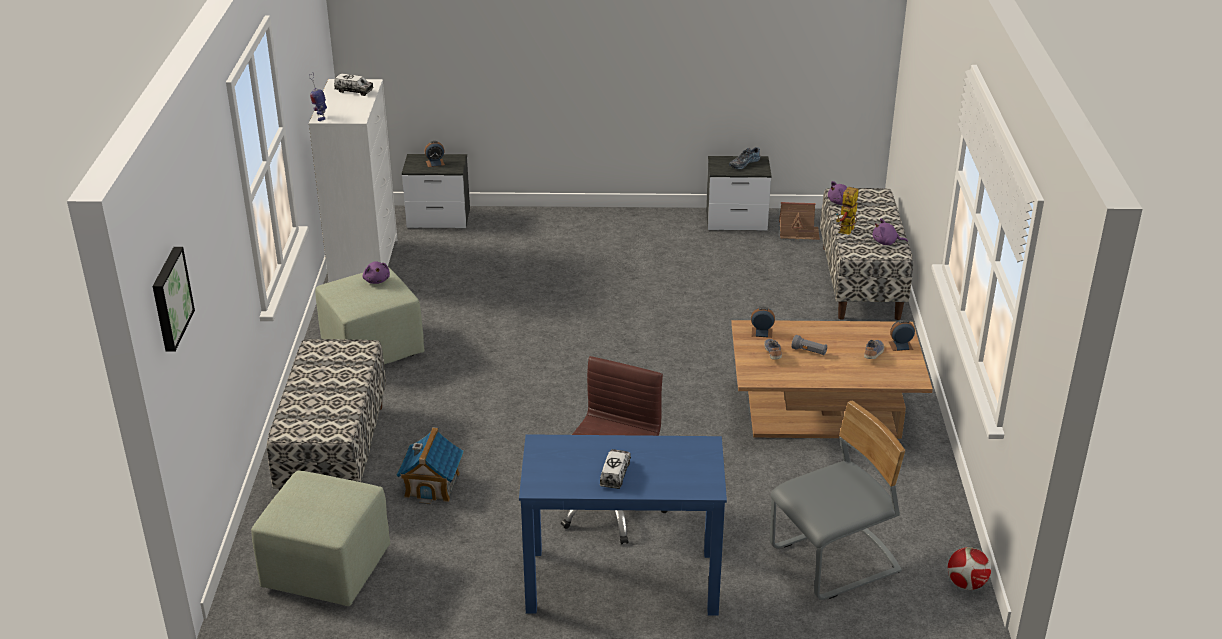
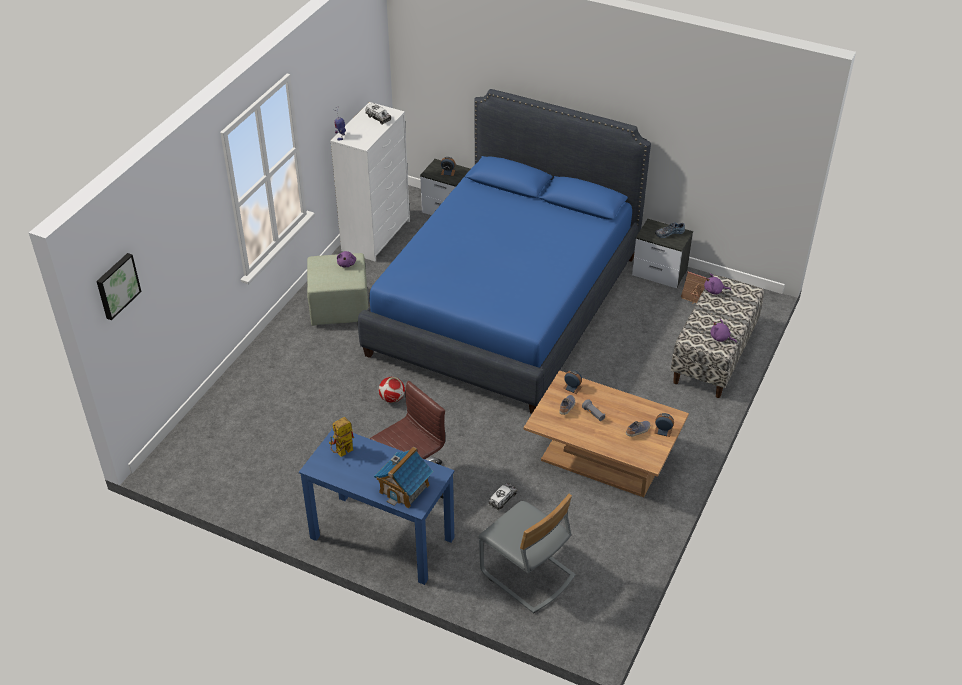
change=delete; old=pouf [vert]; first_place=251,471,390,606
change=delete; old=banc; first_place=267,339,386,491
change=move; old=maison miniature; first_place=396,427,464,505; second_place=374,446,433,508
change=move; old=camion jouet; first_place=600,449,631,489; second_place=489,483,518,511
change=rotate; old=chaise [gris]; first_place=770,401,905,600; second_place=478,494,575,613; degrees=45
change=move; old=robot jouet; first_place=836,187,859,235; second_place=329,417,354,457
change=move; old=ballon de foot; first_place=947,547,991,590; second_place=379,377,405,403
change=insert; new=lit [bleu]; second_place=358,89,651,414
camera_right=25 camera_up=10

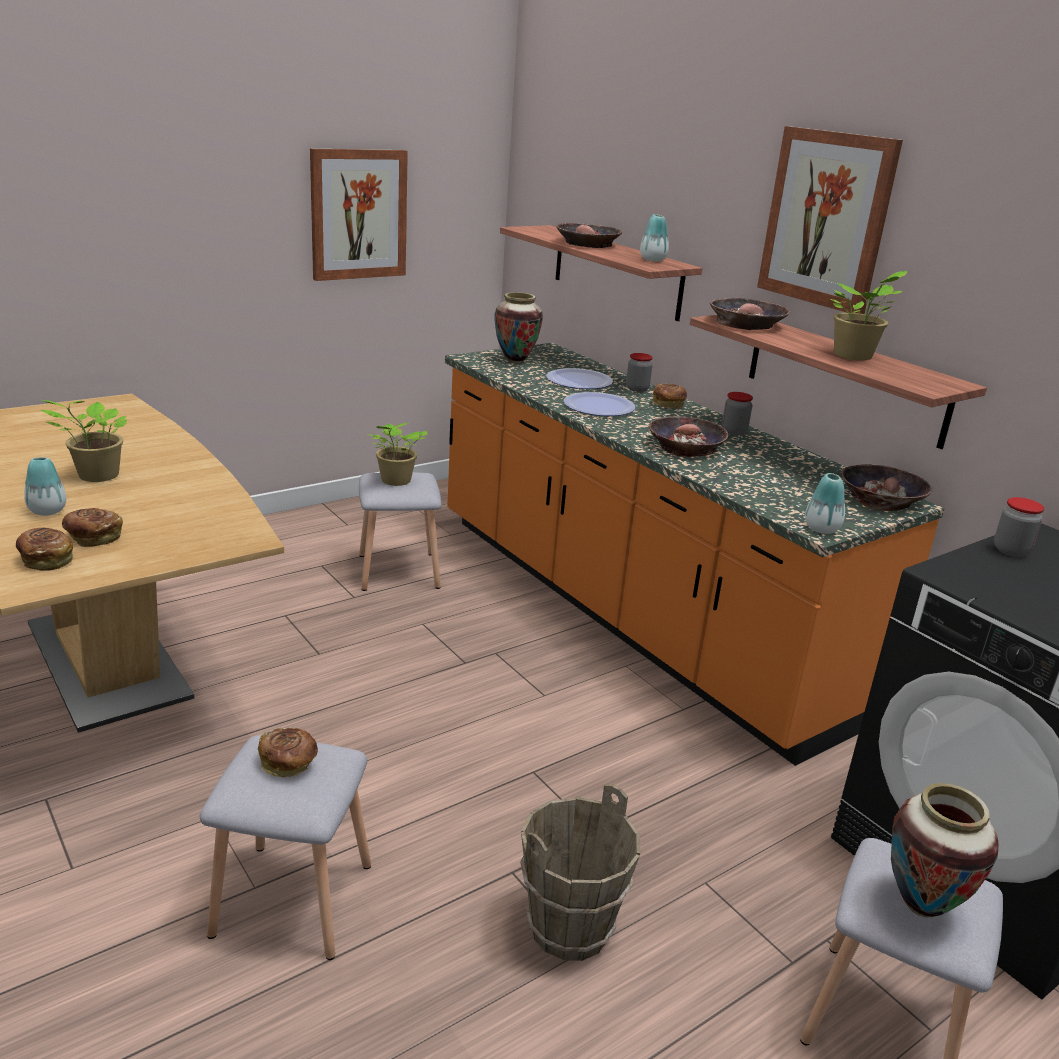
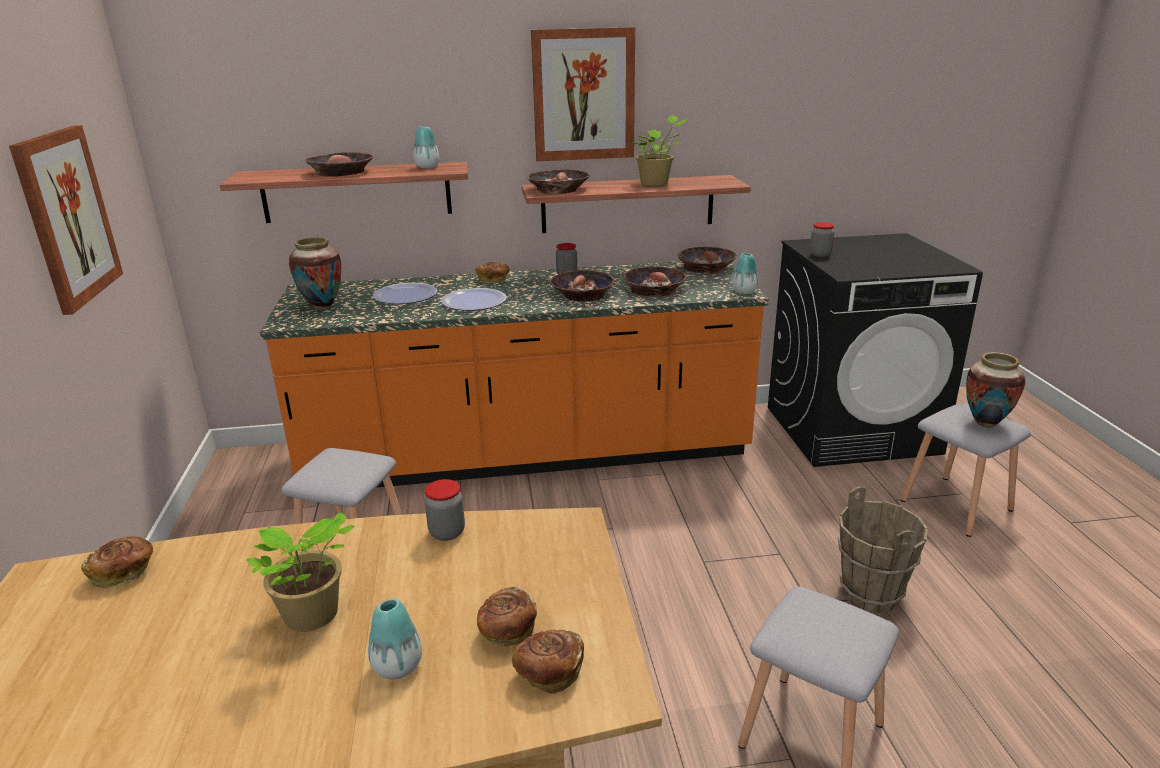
change=move; old=pain; first_place=258,727,318,778; second_place=81,536,153,589
change=delete; old=plante en pot; first_place=367,423,427,486
change=move; old=bocal; first_place=626,353,653,392; second_place=425,479,465,541
change=insert; new=bol; second_place=623,266,687,297
camera_right=-60 camera_up=0

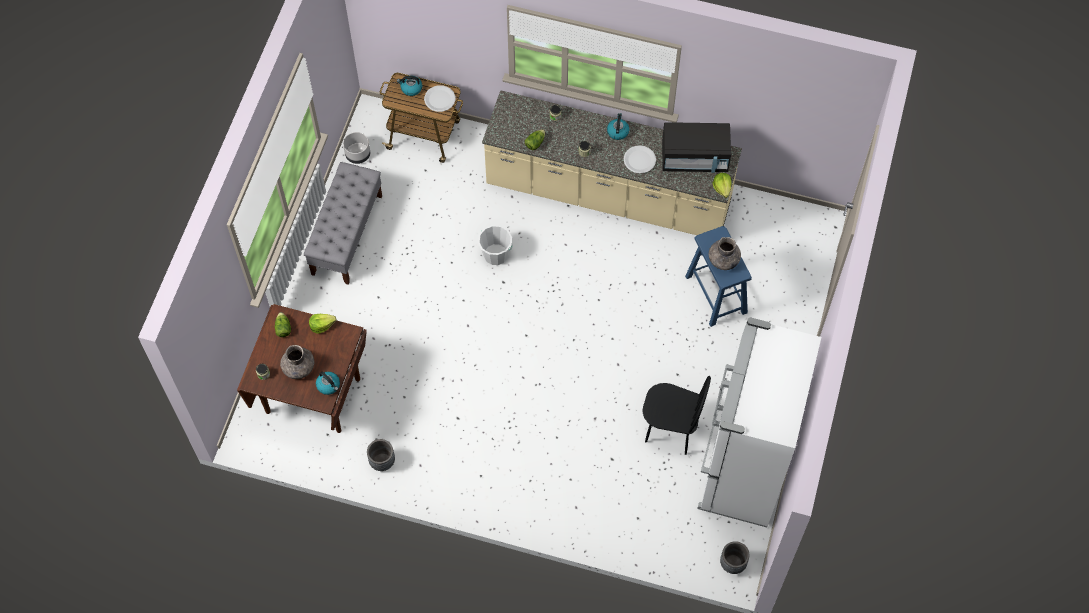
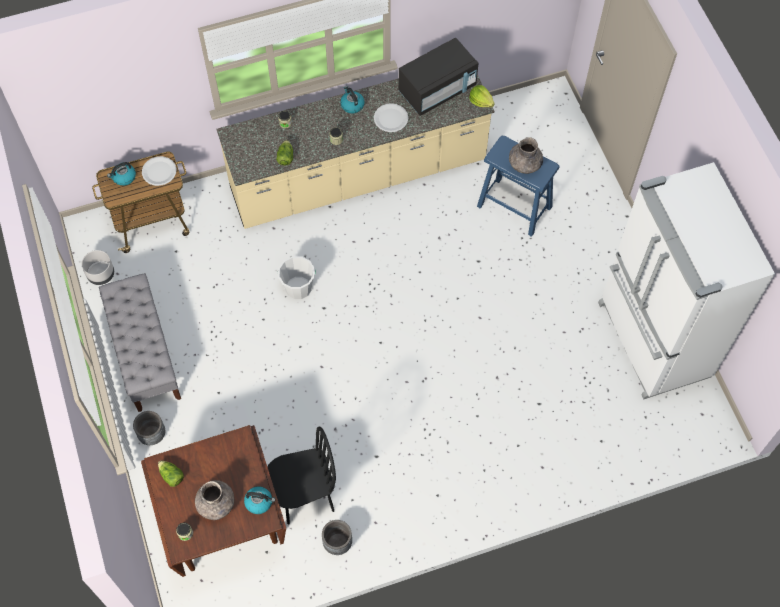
change=delete; old=laitue; first_place=309,314,336,334
change=move; old=chaise [noir]; first_place=642,376,711,455; second_place=267,426,336,525
change=move; old=cache-pot [gris]; first_place=720,541,750,574; second_place=133,411,165,445
camera_right=-35 camera_up=0

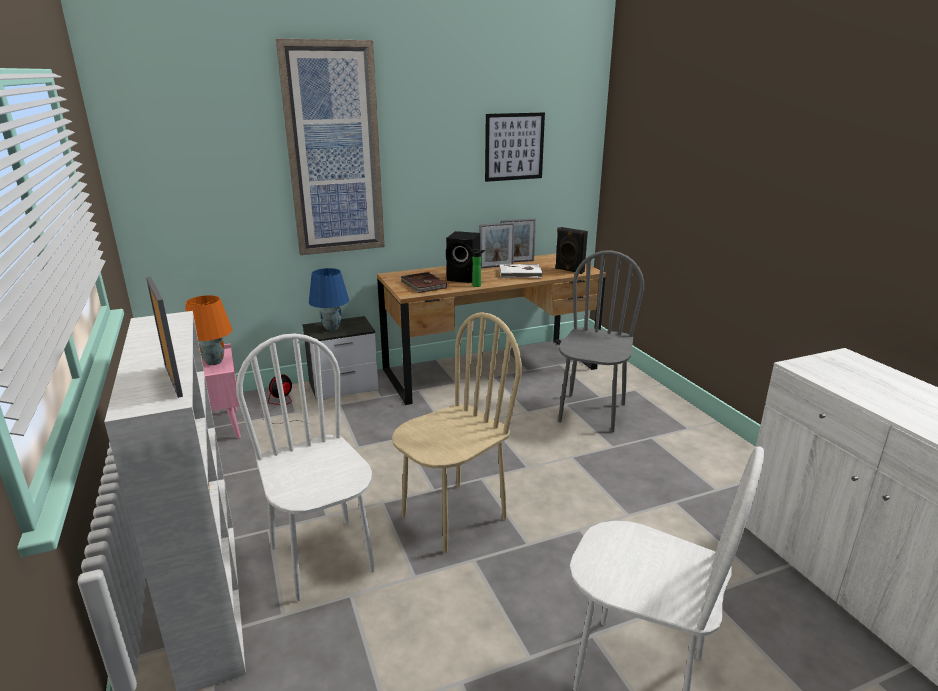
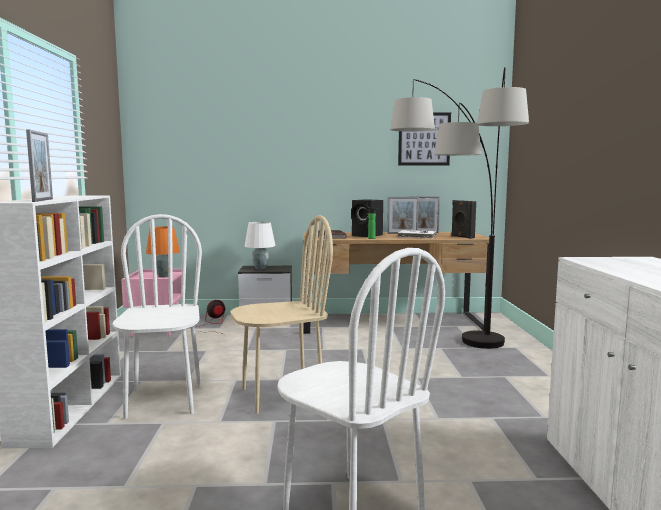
change=delete; old=tableau; first_place=276,38,385,255
change=recolor; old=lampe de table [bleu]; new=lampe de table [blanc]; first_place=309,268,349,331; second_place=245,222,276,269
change=replace; old=chaise [gris]; new=lampadaire; first_place=558,251,644,432; second_place=390,68,529,349
camera_right=20 camera_up=-15

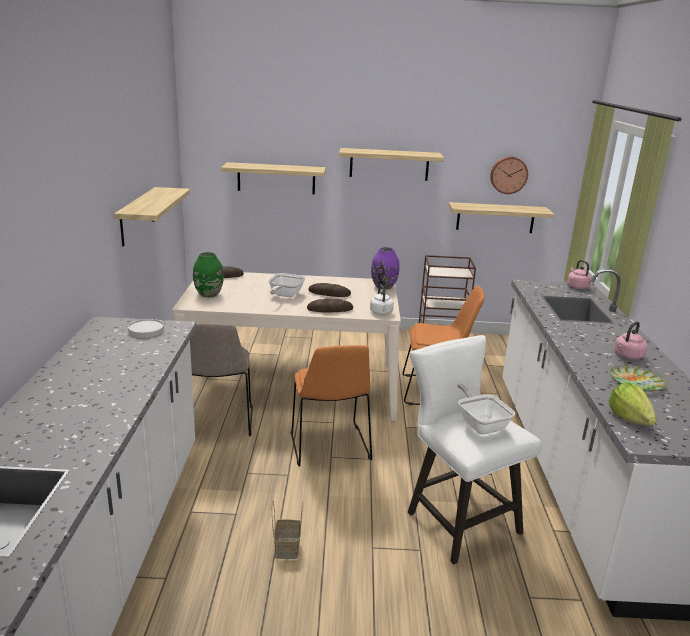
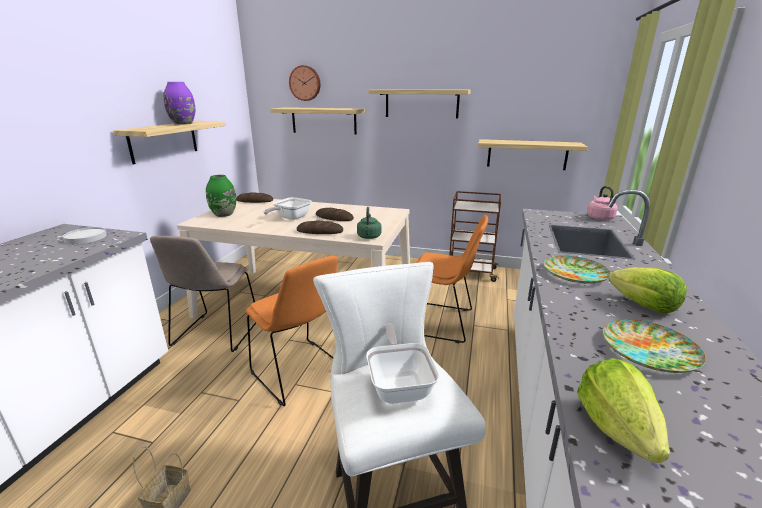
change=rotate; old=chaise [orange]; first_place=291,345,372,467; second_place=246,255,337,406; degrees=-45
change=recolor; old=bouilloire [blanc]; new=bouilloire [vert]; first_place=370,284,394,315; second_place=357,207,381,239
change=move; old=vase [violet]; first_place=371,247,399,290; second_place=163,82,195,125
change=move; old=horloge murale; first_place=490,157,528,194; second_place=289,65,321,101
change=replace; old=bouilloire [rose]; new=laitue; first_place=614,321,647,360; second_place=608,267,687,313
change=insert; new=assiette; second_place=543,256,611,284
camera_right=15 camera_up=0

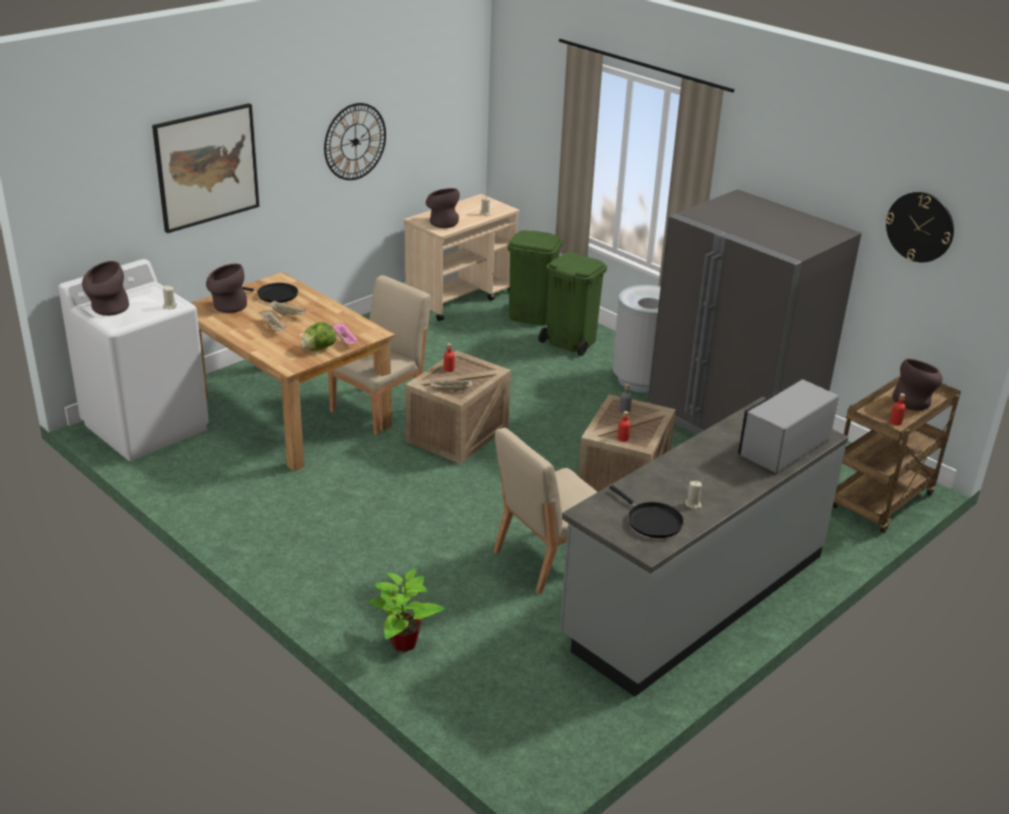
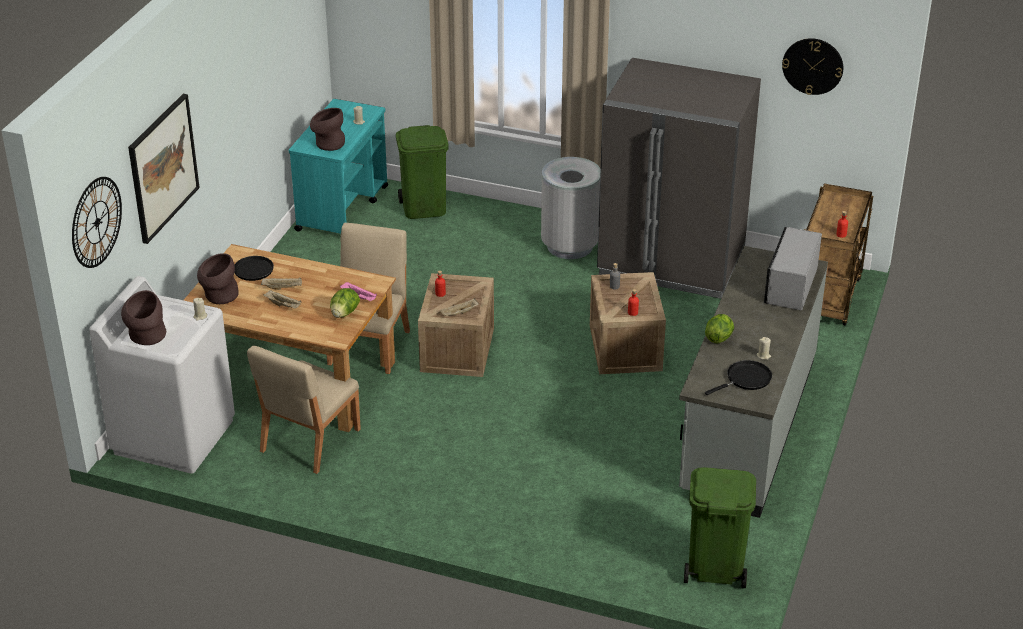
change=move; old=horloge murale; first_place=324,103,386,180; second_place=72,177,122,268
change=delete; old=plante en pot; first_place=368,568,446,652
change=recolor; old=chariot [beige]; new=chariot [turquoise]; first_place=404,194,519,321; second_place=289,99,388,238
change=move; old=chaise [beige]; first_place=493,428,597,594; second_place=247,345,361,474
change=move; old=poubelle [vert]; first_place=539,252,607,356; second_place=684,467,756,588
change=rotate; old=poêle [noir]; first_place=609,485,684,538; second_place=705,360,772,395; degrees=-60
change=delete; old=vase [marron]; first_place=892,359,943,410
change=insert; new=laitue; second_place=705,314,734,343
camera_right=-25 camera_up=5

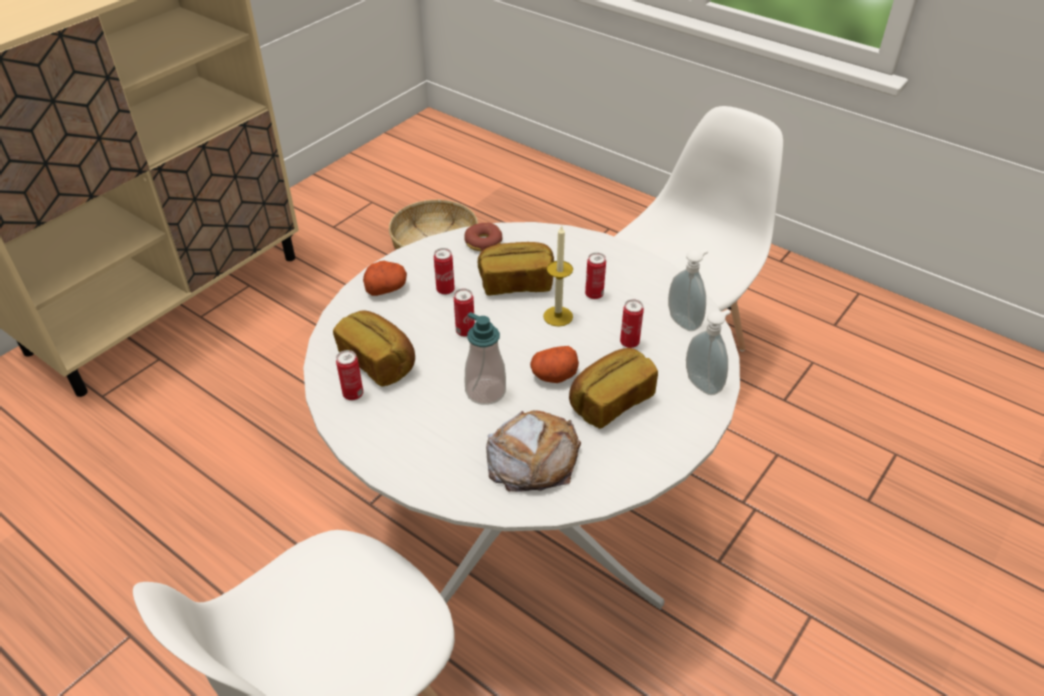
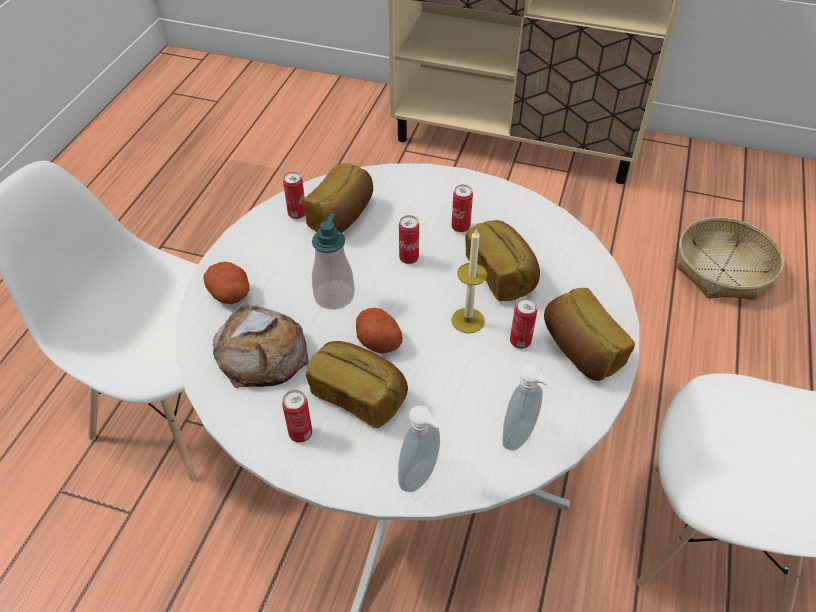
change=move; old=pomme de terre; first_place=363,261,407,296; second_place=203,262,249,304
change=delete; old=beignet; first_place=465,223,503,251
change=move; old=boîte métallique; first_place=620,299,644,348; second_place=282,390,312,443
change=insert; new=pain; second_place=544,288,635,381
camera_right=70 camera_up=5

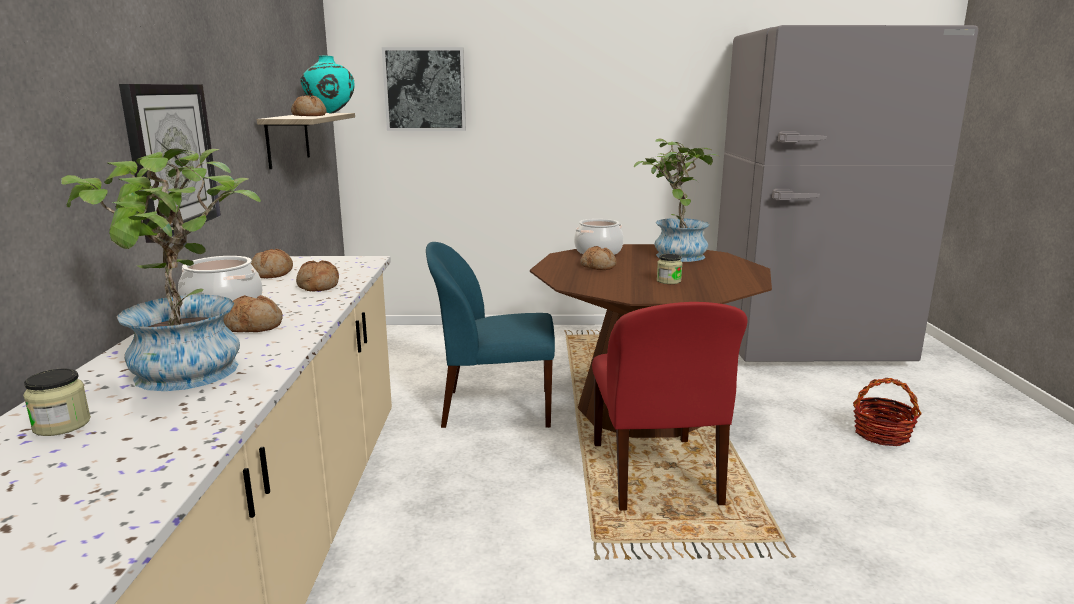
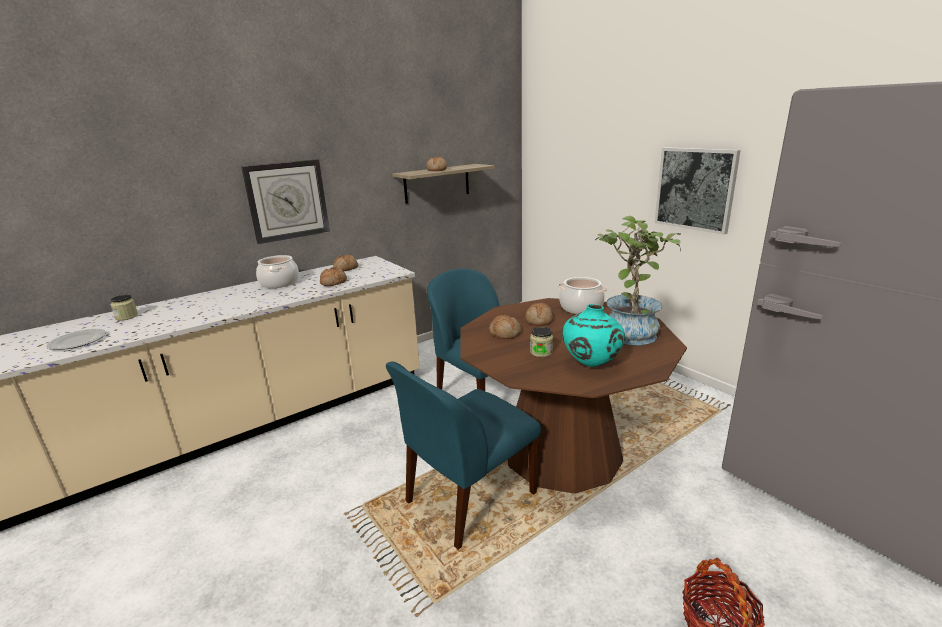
change=delete; old=plante en pot; first_place=61,148,261,391
change=move; old=pain; first_place=223,295,283,332; second_place=489,314,521,339
change=move; old=vase [turquoise]; first_place=301,56,355,113; second_place=562,304,625,367
change=move; old=tableau; first_place=382,47,466,131; second_place=654,147,741,235
change=recolor; old=chaise [rouge]; new=chaise [bleu]; first_place=592,302,747,511; second_place=386,361,541,550
change=insert; new=assiette; second_place=46,329,106,350
camera_right=55 camera_up=5

